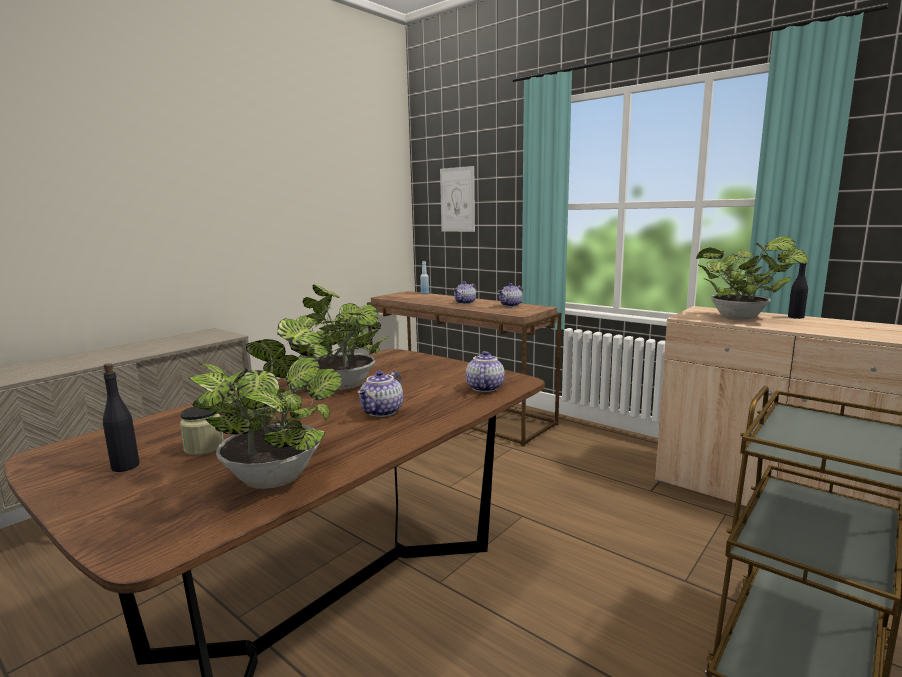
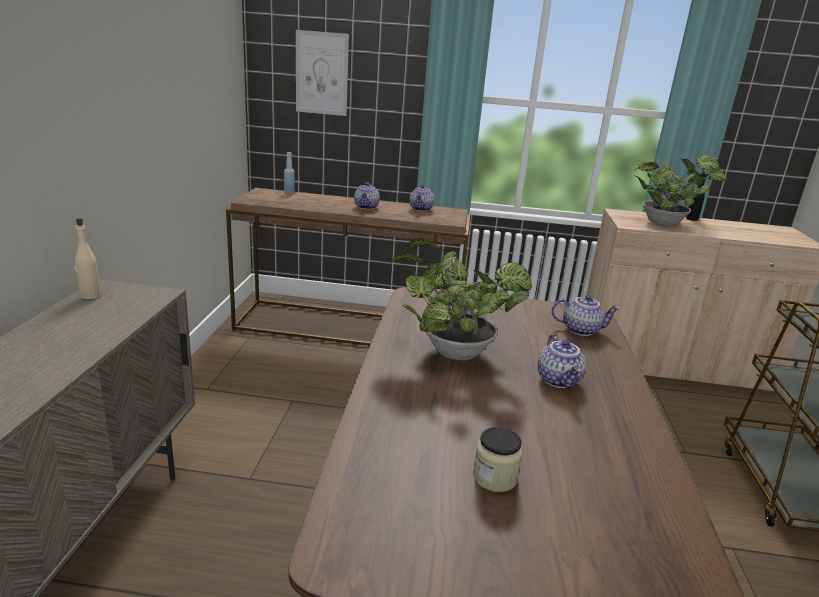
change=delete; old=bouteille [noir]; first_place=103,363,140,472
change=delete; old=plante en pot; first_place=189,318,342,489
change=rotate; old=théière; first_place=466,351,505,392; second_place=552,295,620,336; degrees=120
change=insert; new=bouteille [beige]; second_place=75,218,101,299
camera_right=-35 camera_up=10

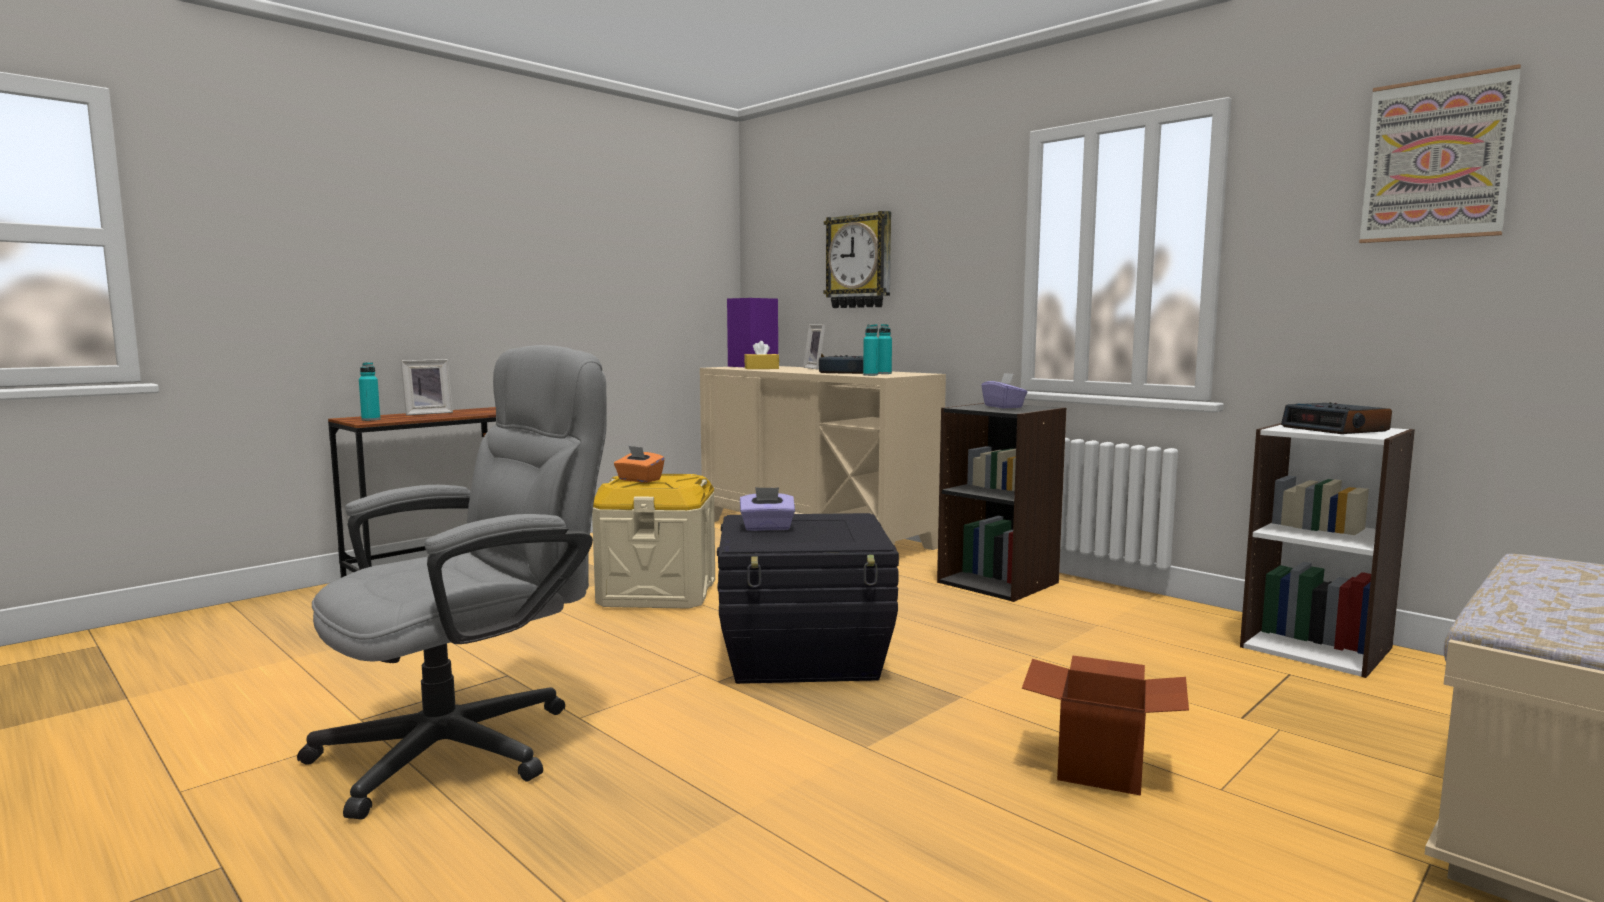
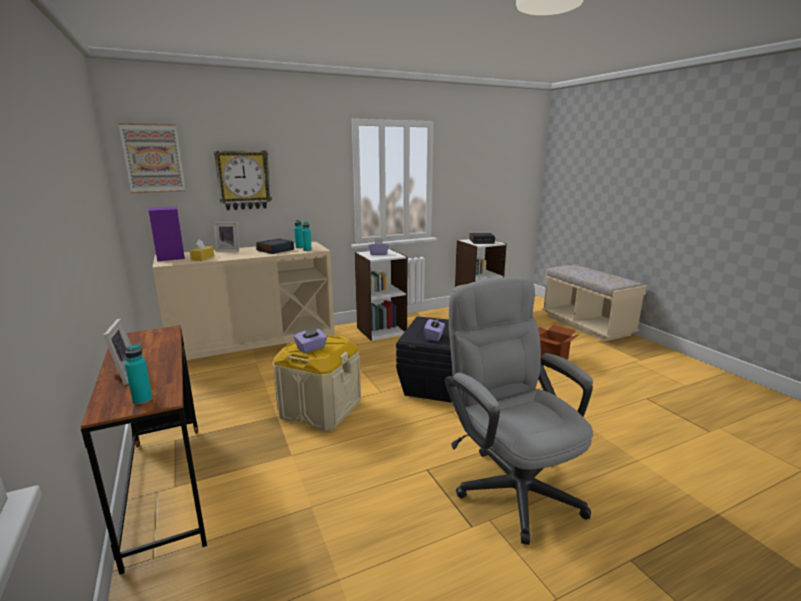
change=recolor; old=boîte à mouchoirs [orange]; new=boîte à mouchoirs [violet]; first_place=614,446,665,483; second_place=294,328,327,353
change=recolor; old=bibliothèque [noir]; new=bibliothèque [blanc]; first_place=937,403,1066,602; second_place=355,249,408,341
change=move; old=tableau; first_place=1359,64,1521,243; second_place=118,123,186,193
camera_right=-70 camera_up=10

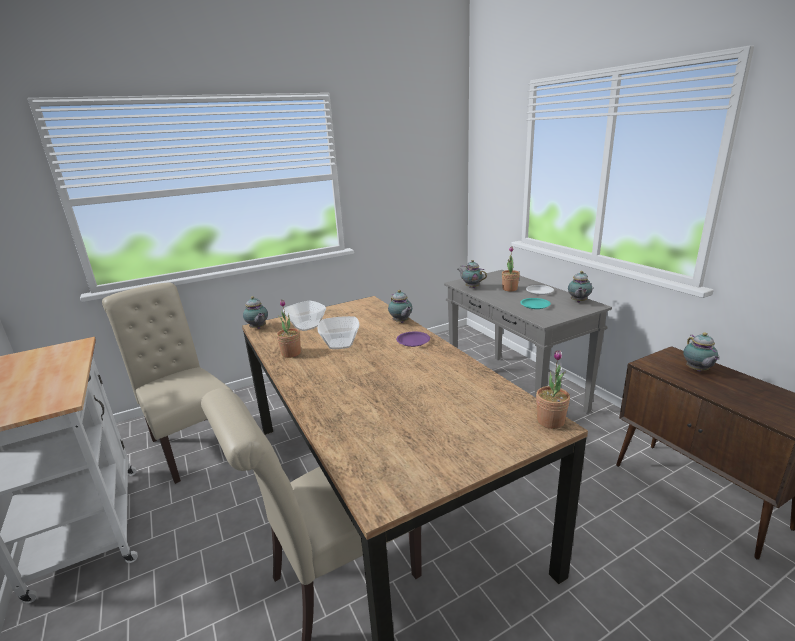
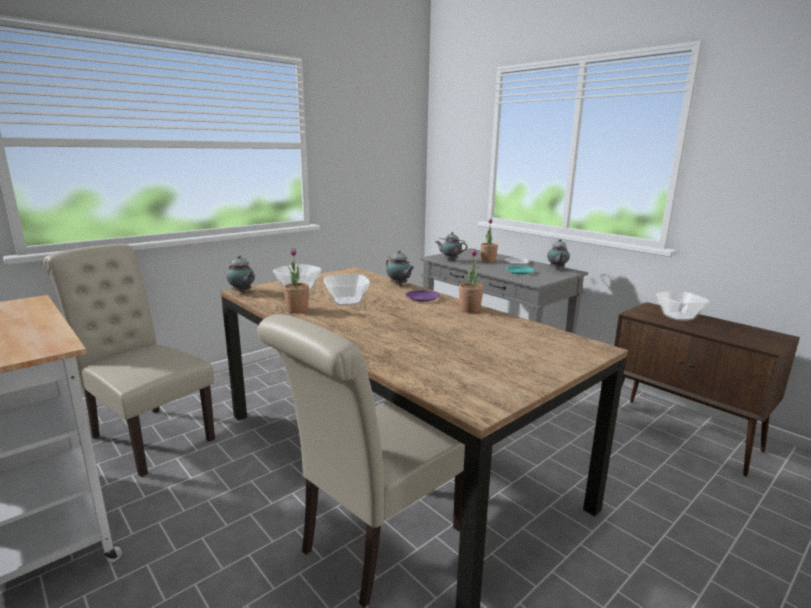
change=move; old=plante en pot; first_place=536,350,570,429; second_place=459,249,484,313
change=replace; old=théière; new=bol; first_place=683,332,720,372; second_place=656,291,710,321
camera_right=-15 camera_up=-5

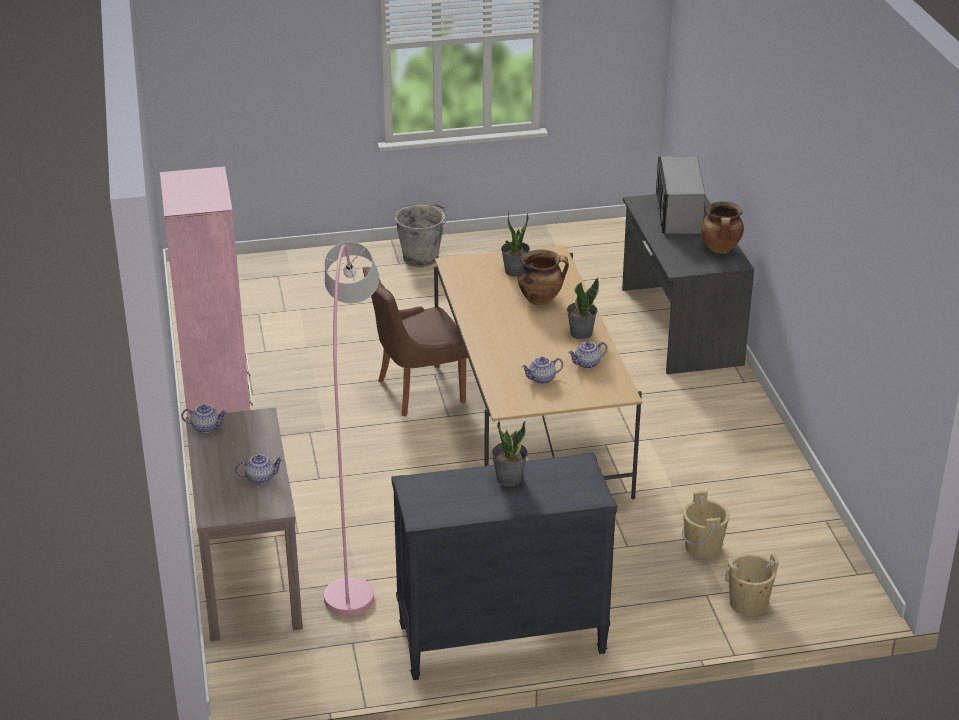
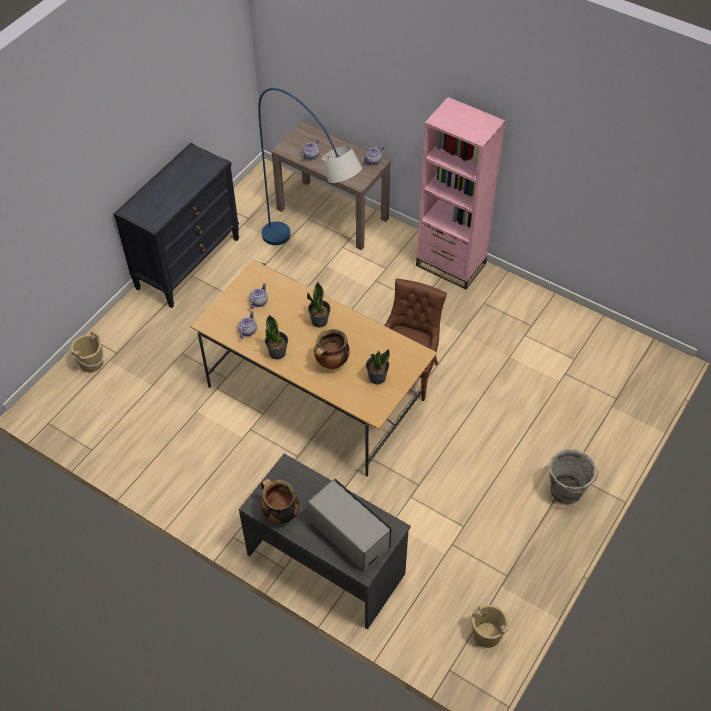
change=recolor; old=lampadaire [rose]; new=lampadaire [bleu]; first_place=324,242,379,616; second_place=258,88,362,245
change=move; old=plante en pot; first_place=492,420,528,487; second_place=307,282,331,327
change=move; old=seau [beige]; first_place=682,491,729,559; second_place=472,604,510,648
camera_right=135 camera_up=20

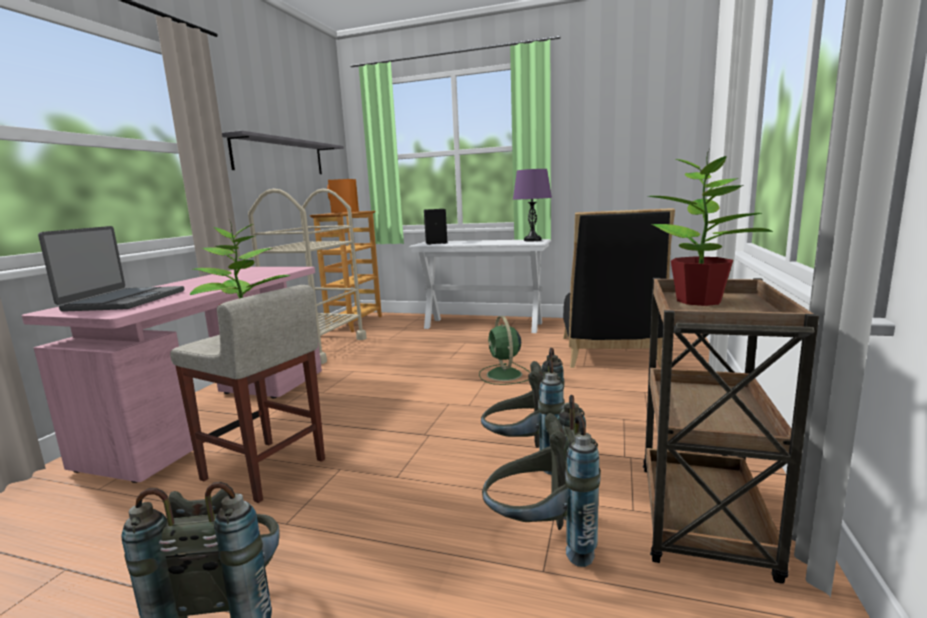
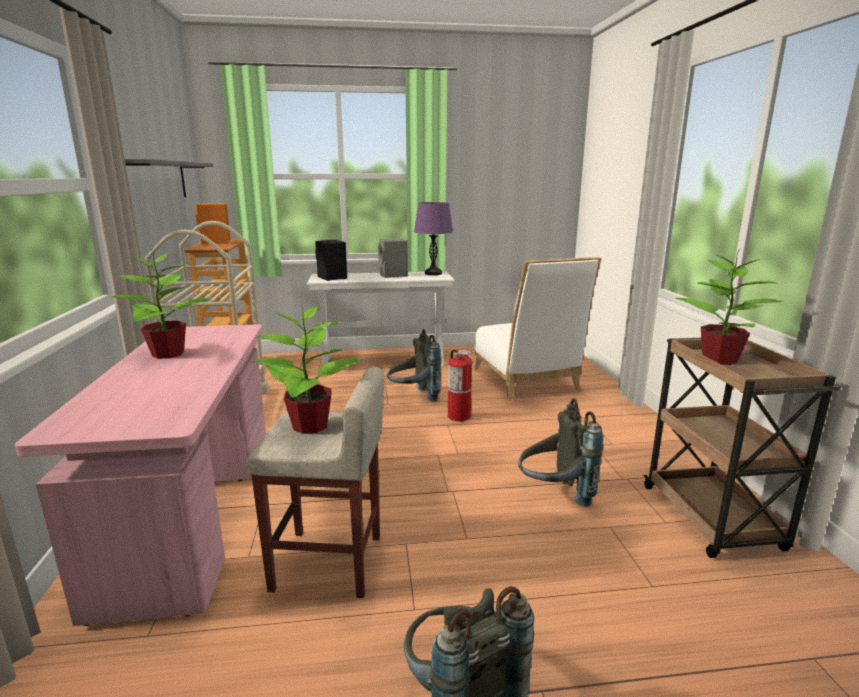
change=delete; old=ordinateur portable; first_place=38,226,184,312
change=replace; old=ventilateur [vert]; new=extincteur; first_place=479,316,531,385; second_place=448,349,473,421
change=move; old=sac à dos [gris]; first_place=482,395,601,567; second_place=387,329,442,402
change=recolor; old=chaise [noir]; new=chaise [blanc]; first_place=563,208,675,368; second_place=473,257,601,401
change=insert; new=plante en pot; second_place=111,253,212,359
change=insert; new=enceinte [gris]; second_place=378,238,408,278
camera_right=-25 camera_up=5

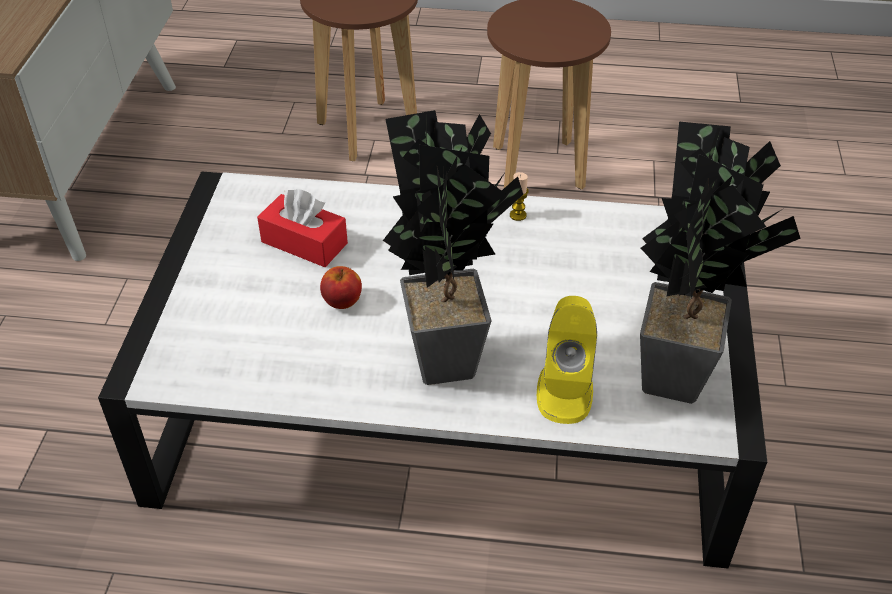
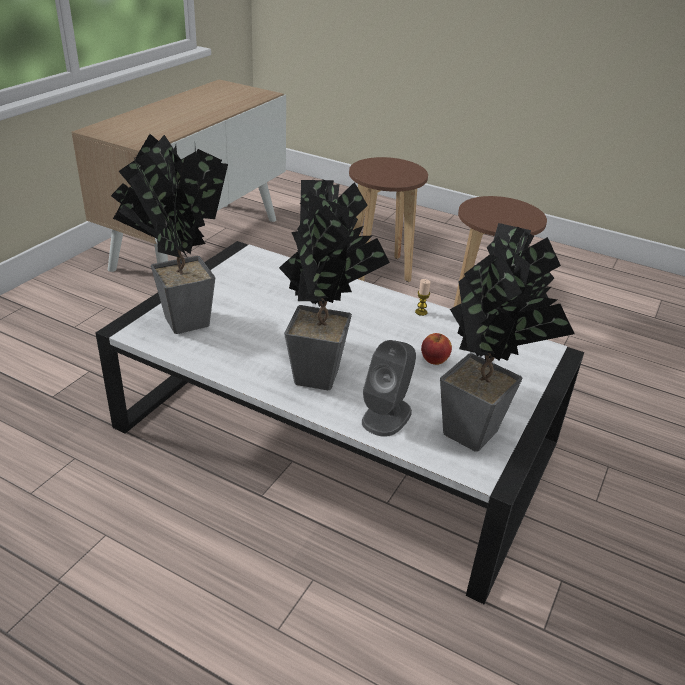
change=delete; old=boîte à mouchoirs [rouge]; first_place=257,189,348,267
change=move; old=pomme; first_place=320,266,362,309; second_place=421,333,452,365
change=recolor; old=enceinte [jaune]; new=enceinte [gris]; first_place=537,296,597,424; second_place=362,340,416,437
change=insert; new=plante en pot; second_place=111,134,228,334
camera_right=20 camera_up=-10

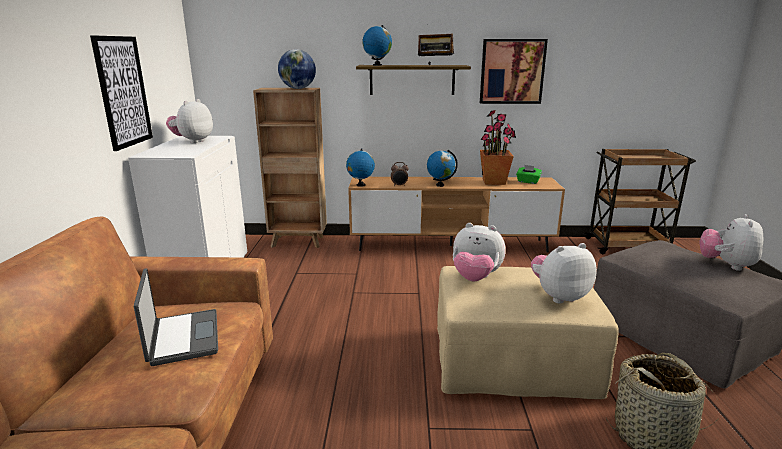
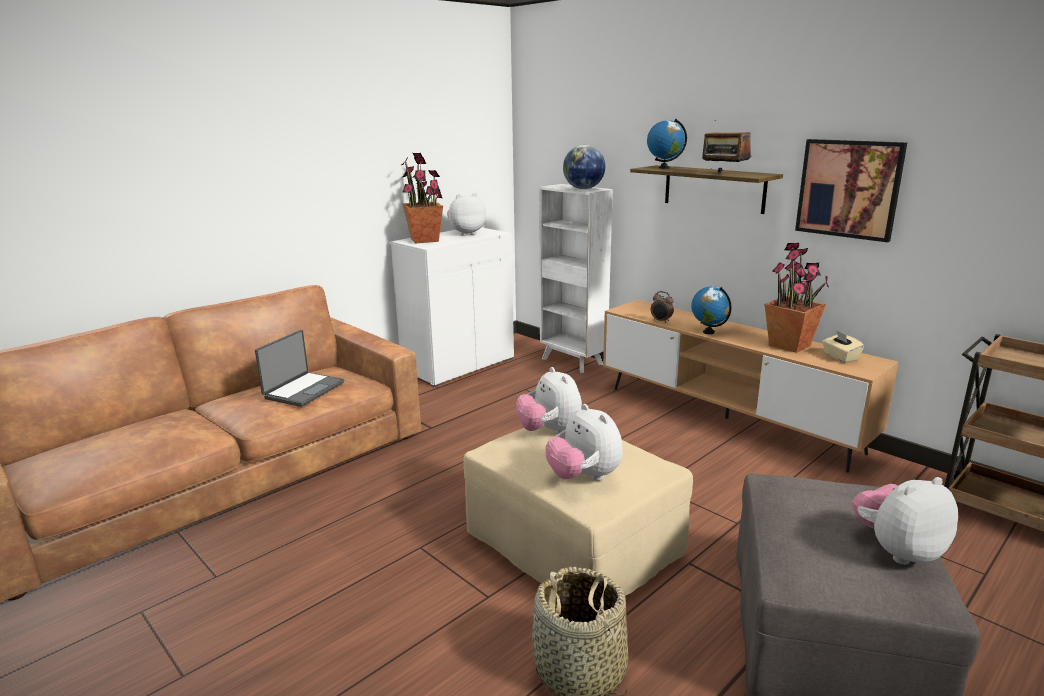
change=delete; old=tableau; first_place=90,35,153,151
change=recolor; old=bibliothèque [marron]; new=bibliothèque [blanc]; first_place=253,88,327,248; second_place=539,184,613,373
change=delete; old=globe; first_place=346,148,375,187
change=recolor; old=boîte à mouchoirs [vert]; new=boîte à mouchoirs [beige]; first_place=516,165,542,184; second_place=822,330,864,363
change=rotate; old=peluche; first_place=531,243,597,304; second_place=545,404,623,481; degrees=-150
change=insert; new=plante en pot; second_place=402,153,443,244
camera_right=45 camera_up=0

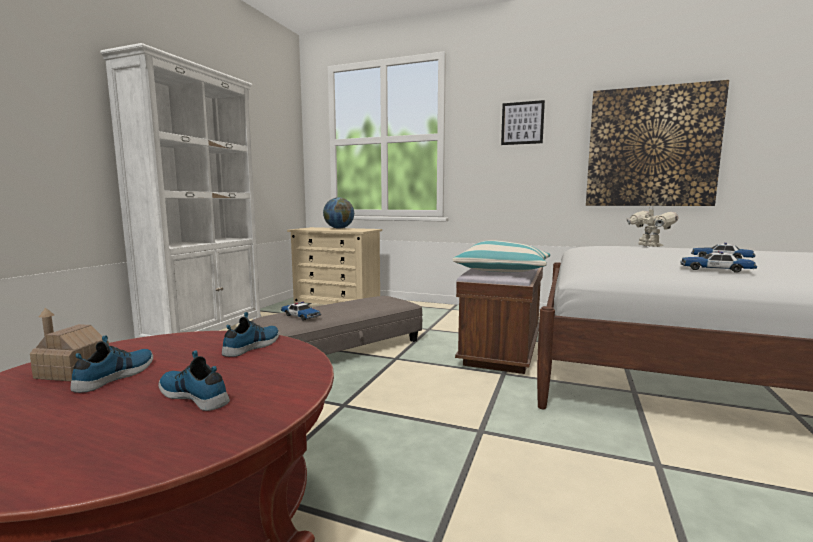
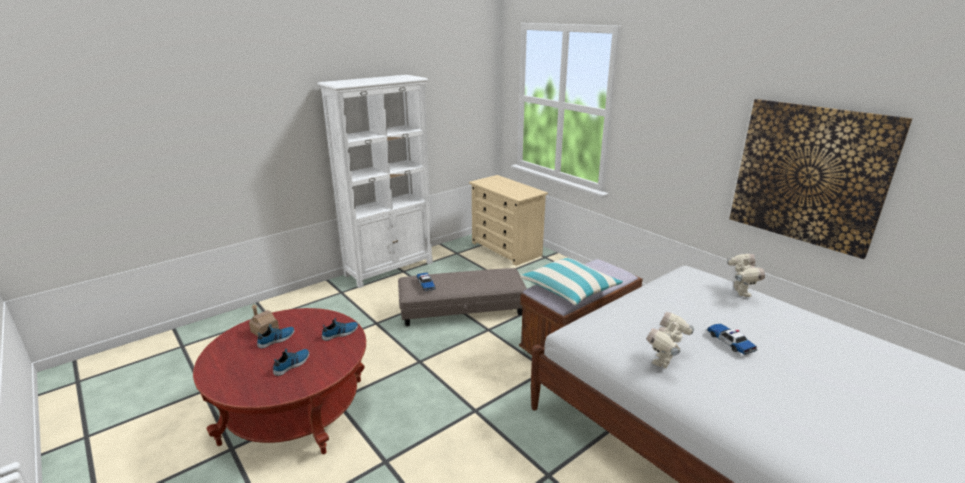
change=rotate; old=chaussure; first_place=158,350,230,411; second_place=273,349,309,376; degrees=60
change=delete; old=globe; first_place=323,197,354,229
change=delete; old=tableau; first_place=501,100,545,145
change=replace; old=petite voiture; new=robot jouet; first_place=680,251,757,273; second_place=646,312,694,368
camera_right=30 camera_up=15

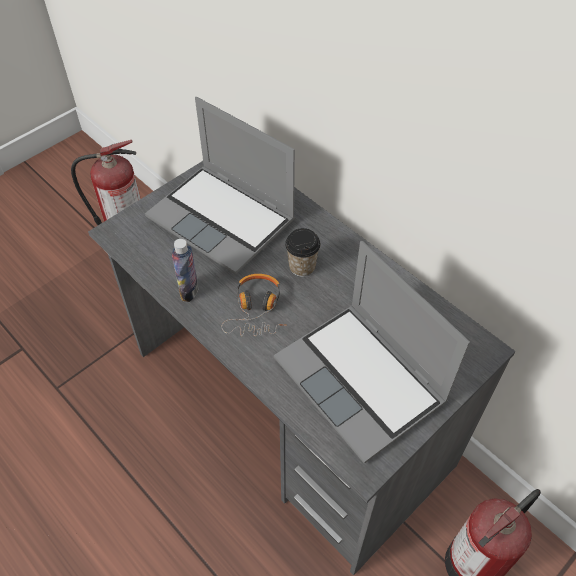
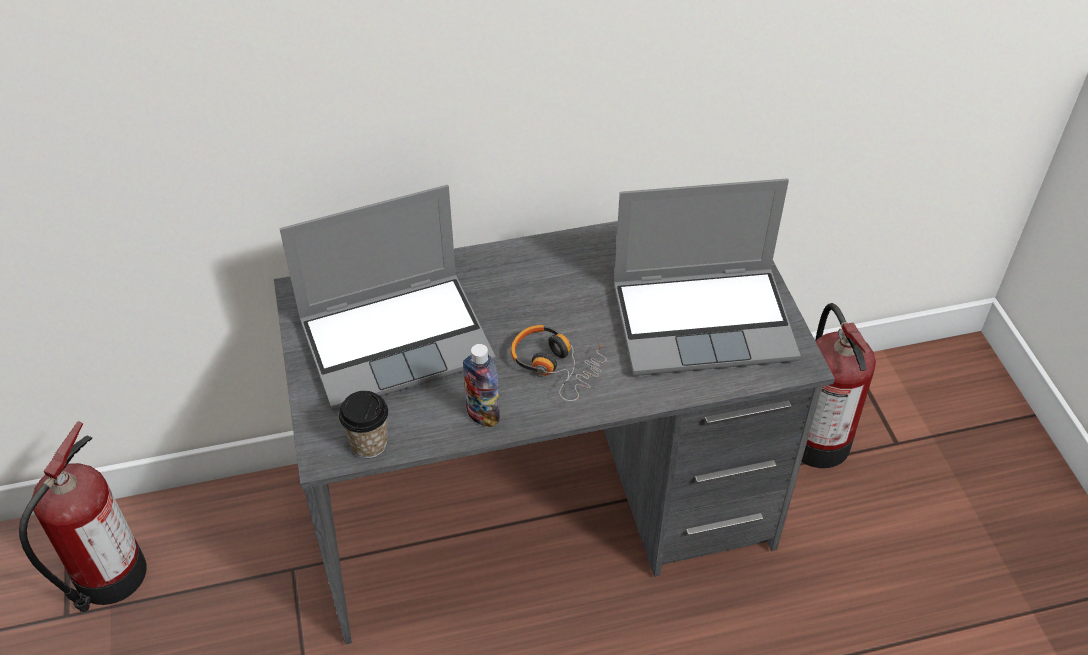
change=move; old=tasse; first_place=285,228,321,277; second_place=339,391,388,458
camera_right=-60 camera_up=-5

